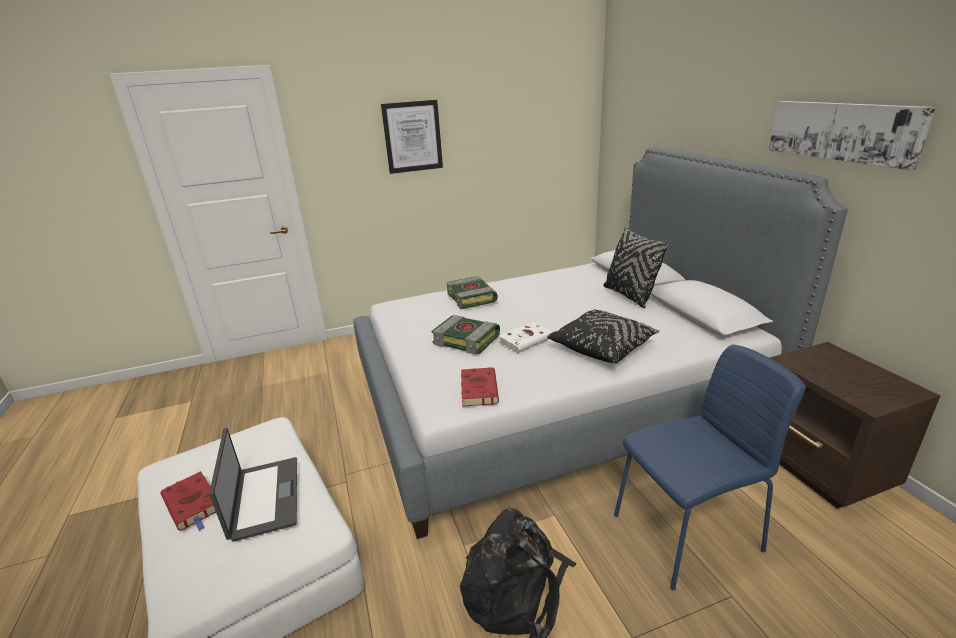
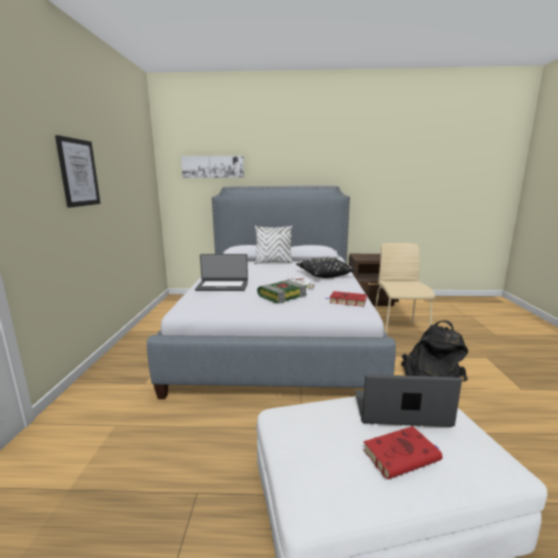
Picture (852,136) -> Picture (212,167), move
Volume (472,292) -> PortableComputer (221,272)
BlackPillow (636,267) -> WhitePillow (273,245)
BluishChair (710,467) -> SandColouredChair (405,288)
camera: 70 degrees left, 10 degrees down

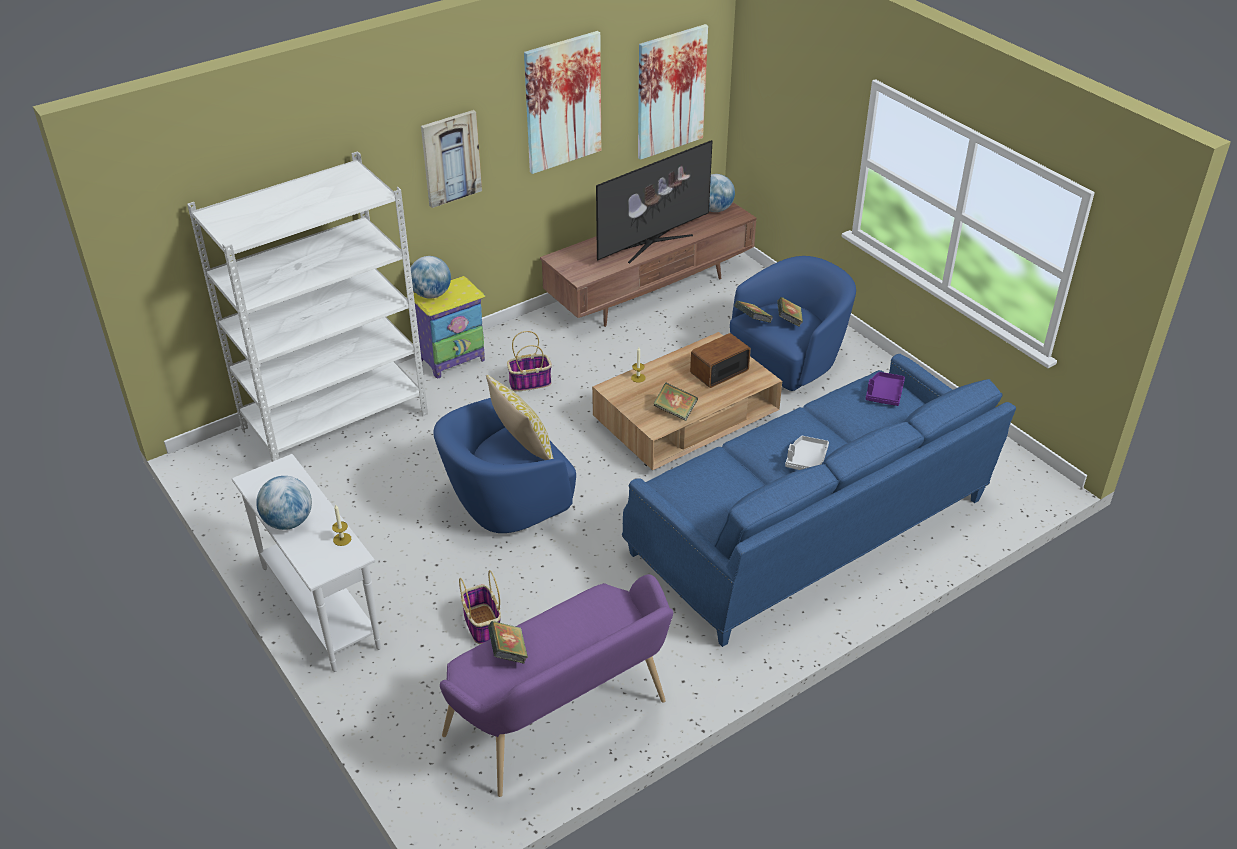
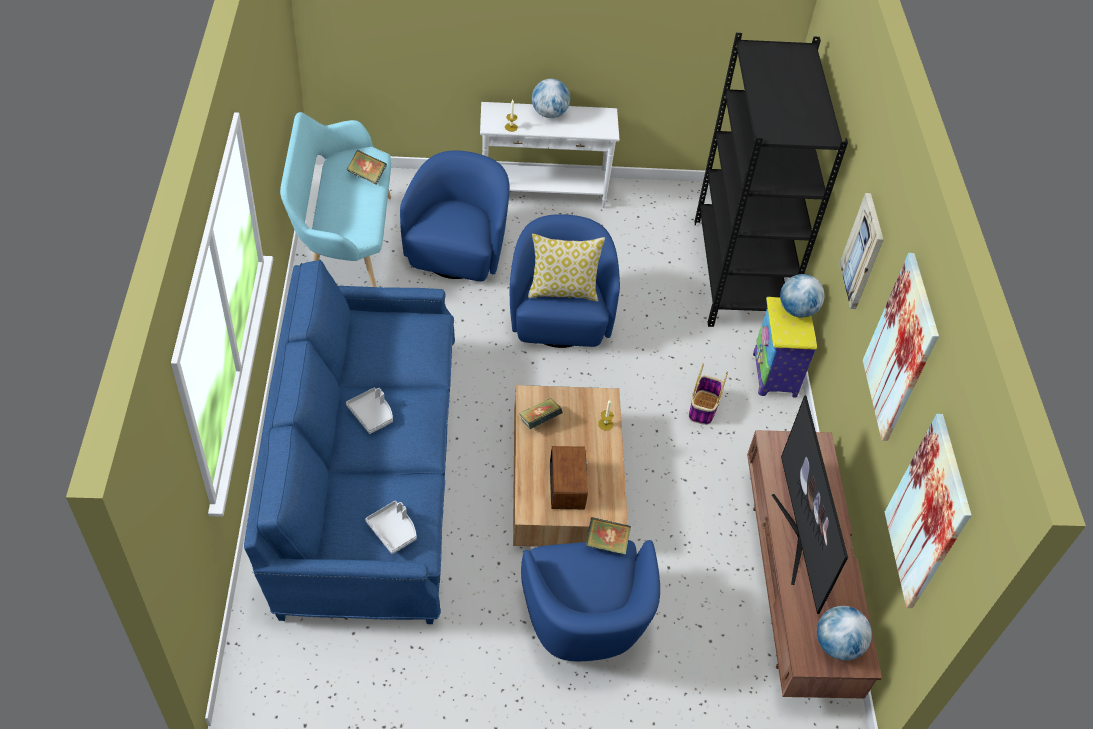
Volume (790,312) -> none
HouseholdBasket (480,607) -> BluishEasyChair (455,215)
WhiteBookshelf (307,306) -> BlackBookshelf (771,180)
PurpleLongSeat (556,685) -> TurquoiseColouredLongSeat (335,199)
PurpleCarryingTray (885,389) -> GrayCarryingTray (391,527)
camera: 120 degrees right, 10 degrees up

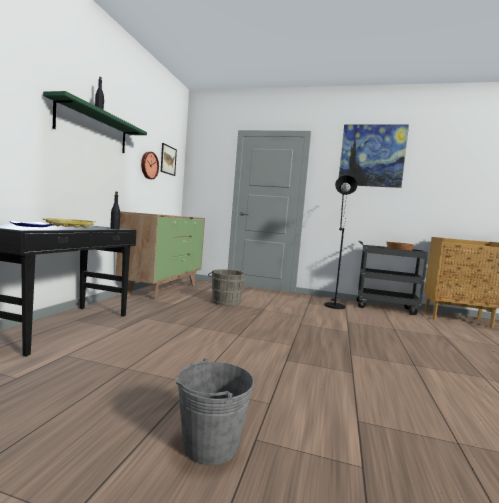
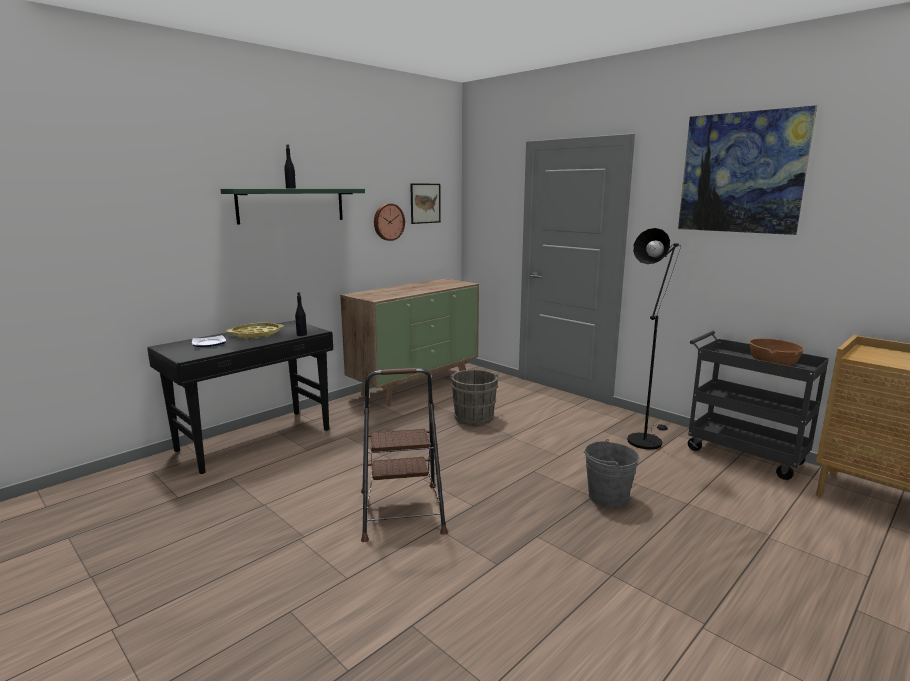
none -> BrownishStepladder (404,455)
GrayPail (215,411) -> GrayPail (612,473), move
camera: 30 degrees right, 10 degrees up

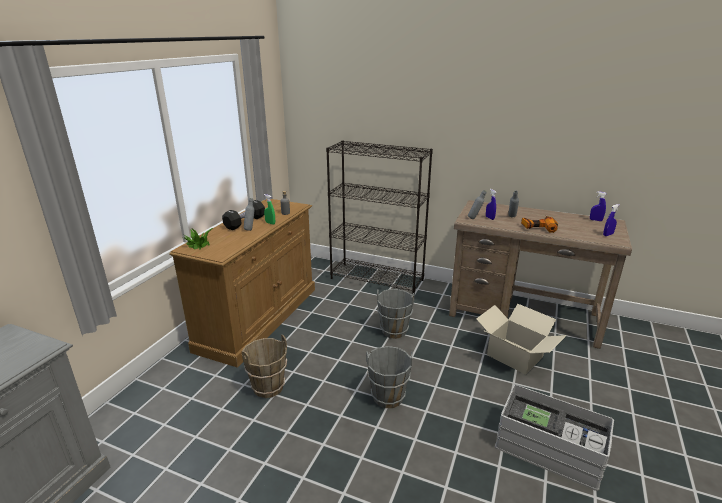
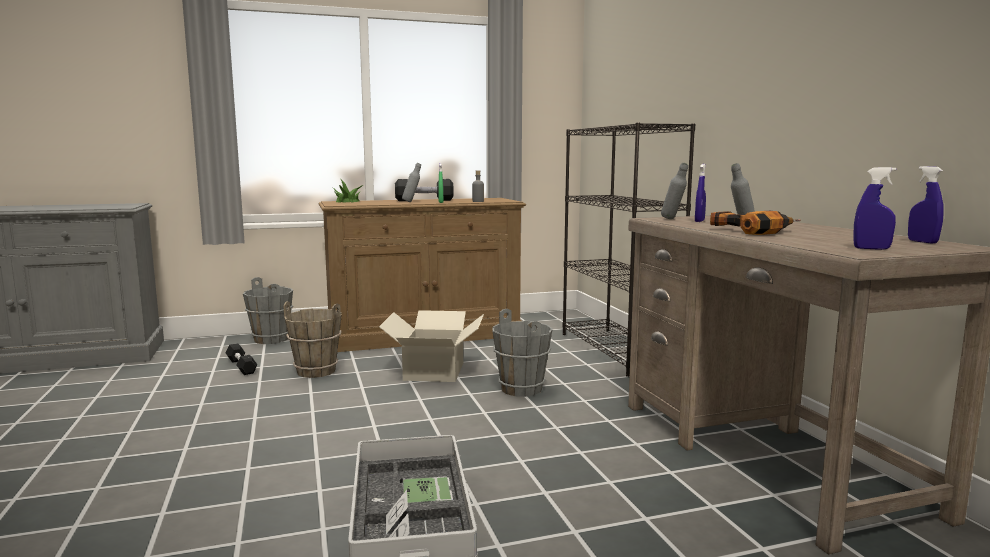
none -> BlackDumbbell (241,359)
GrayPail (389,377) -> GrayPail (268,310), move
PackingBox (521,339) -> PackingBox (431,346), move
camera: 50 degrees right, 15 degrees down

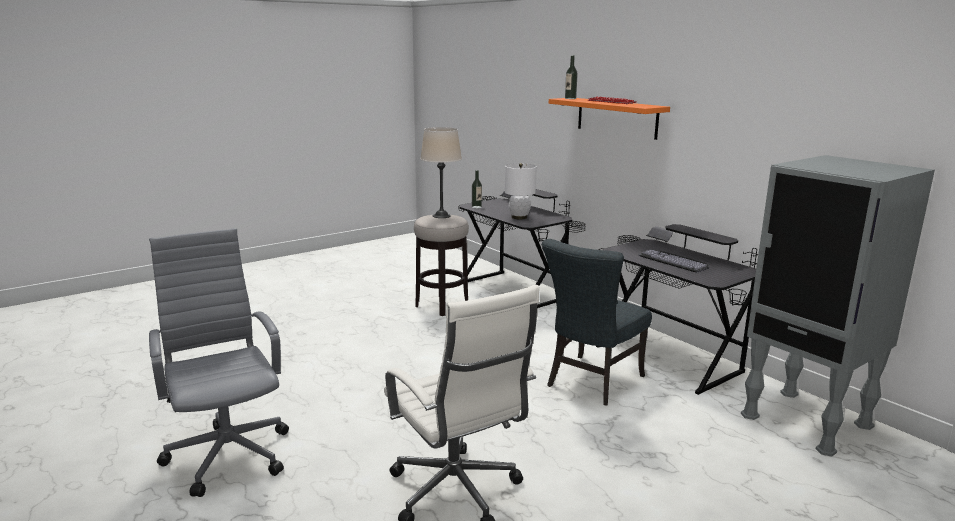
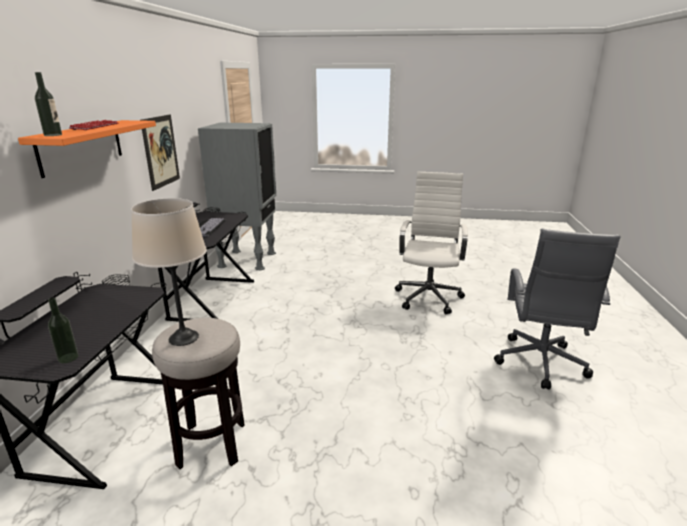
WhiteTabletopLamp (521,191) -> none
GrayChair (596,322) -> none
none -> Picture (160,153)
camera: 135 degrees left, 5 degrees up

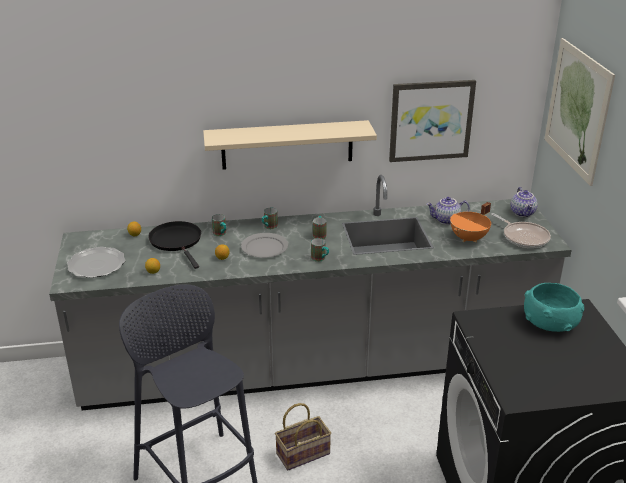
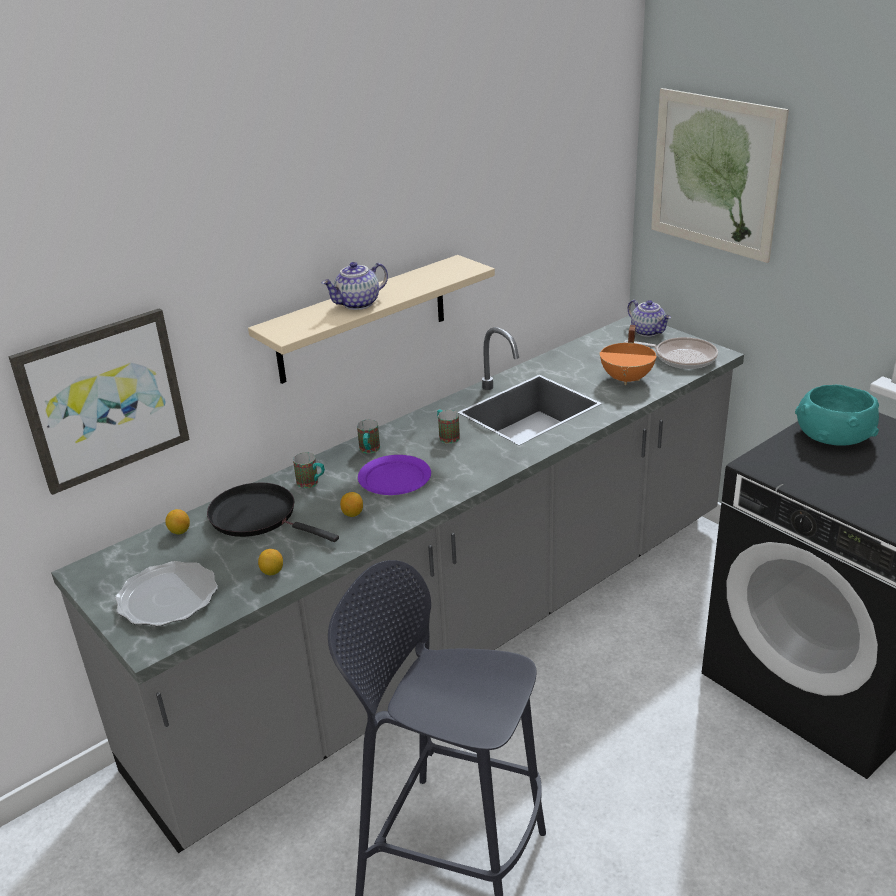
HouseholdBasket (303,437) -> none
CoffeeMug (320,250) -> none
Picture (432,121) -> Picture (99,401), move
Teapot (448,211) -> Teapot (355,286), move
GrayDinnerPlate (264,245) -> PurpleDinnerPlate (394,475)
camera: 30 degrees left, 0 degrees up

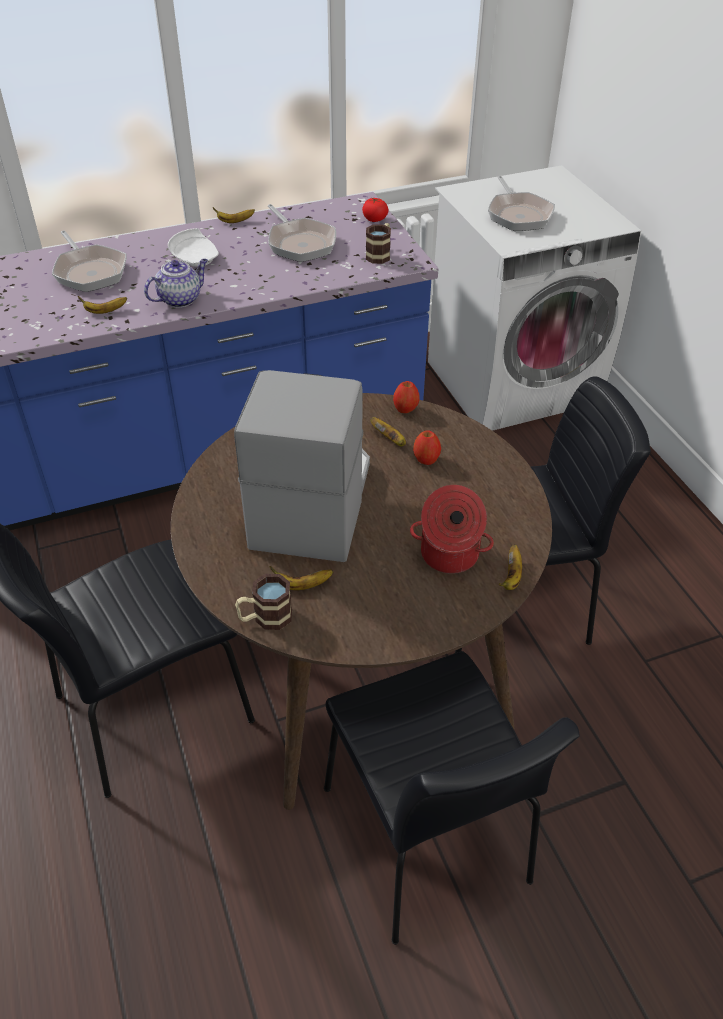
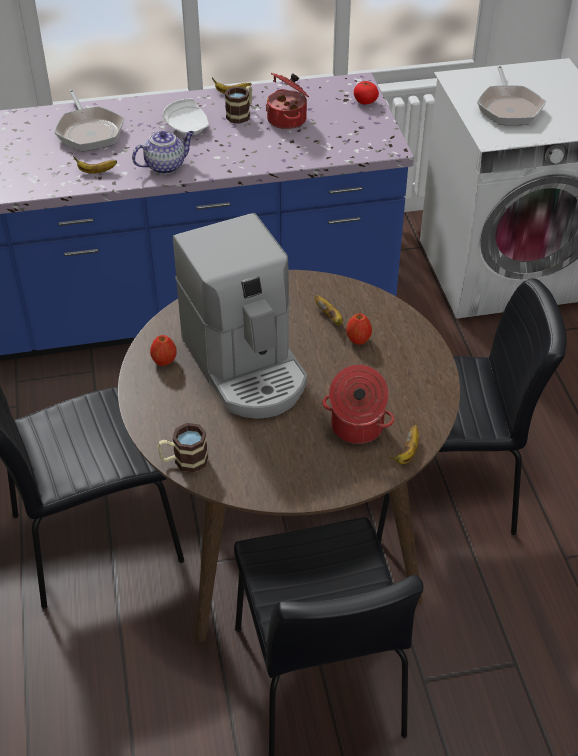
BananaFruit (301,578) -> none
CoffeeMug (378,243) -> CoffeeMug (238,105), move
Apple (406,397) -> Apple (163,350), move
Skillet (302,233) -> CookingPot (287,101)
CoffeeBrewer (302,466) -> CoffeeBrewer (240,316), 135 degrees clockwise
camera: 10 degrees right, 0 degrees up

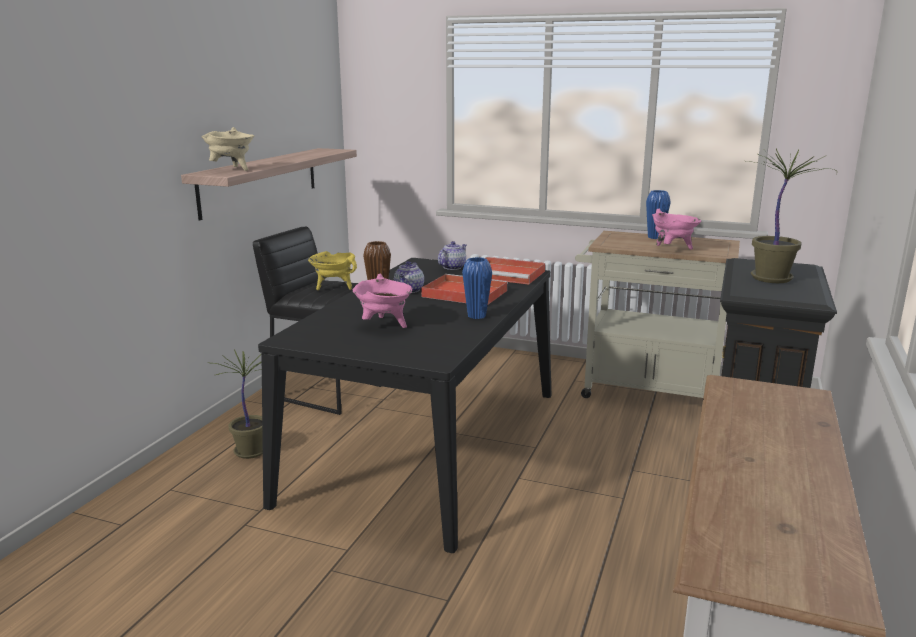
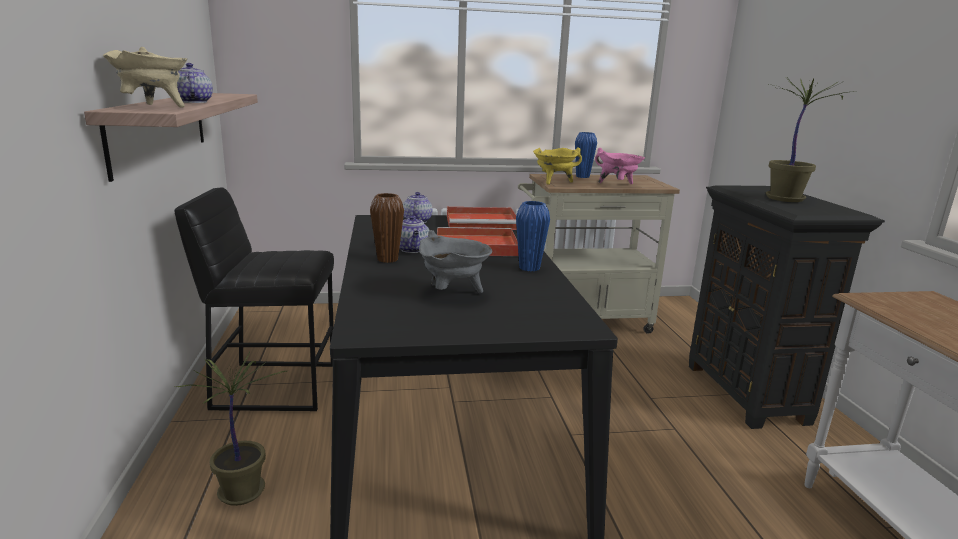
none -> Teapot (195,83)
YellowColouredCookingPot (332,270) -> YellowColouredCookingPot (557,166), move
PinkishCookingPot (382,301) -> GrayCookingPot (455,261)
camera: 30 degrees left, 0 degrees up

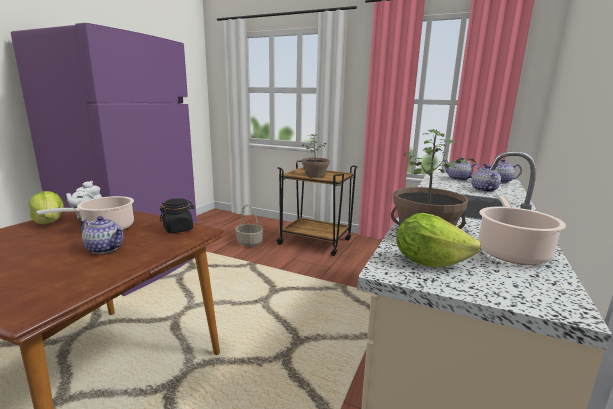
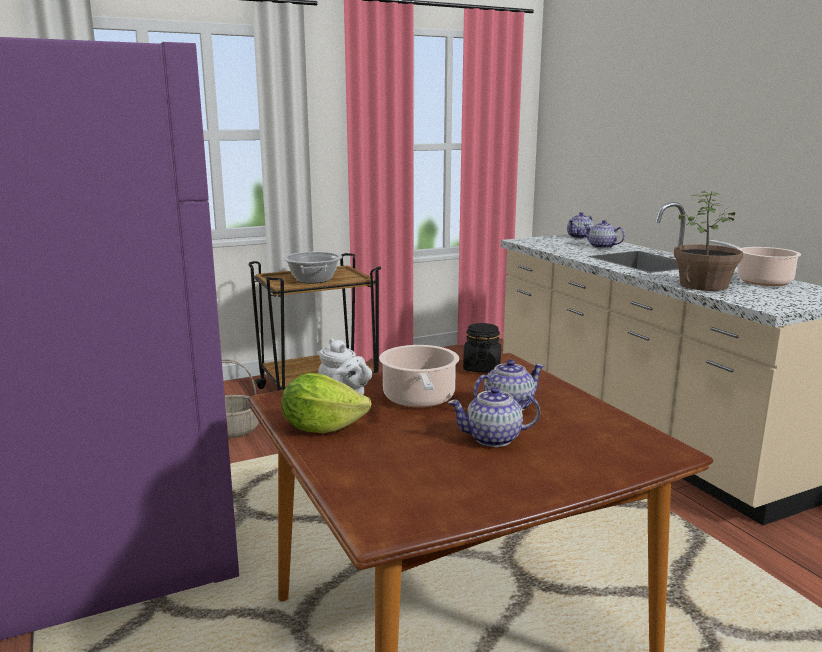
Lettuce (438,240) -> none
Teapot (461,169) -> Teapot (494,417), move
PottedPlant (316,156) -> CookingPot (312,268)
camera: 50 degrees left, 0 degrees up

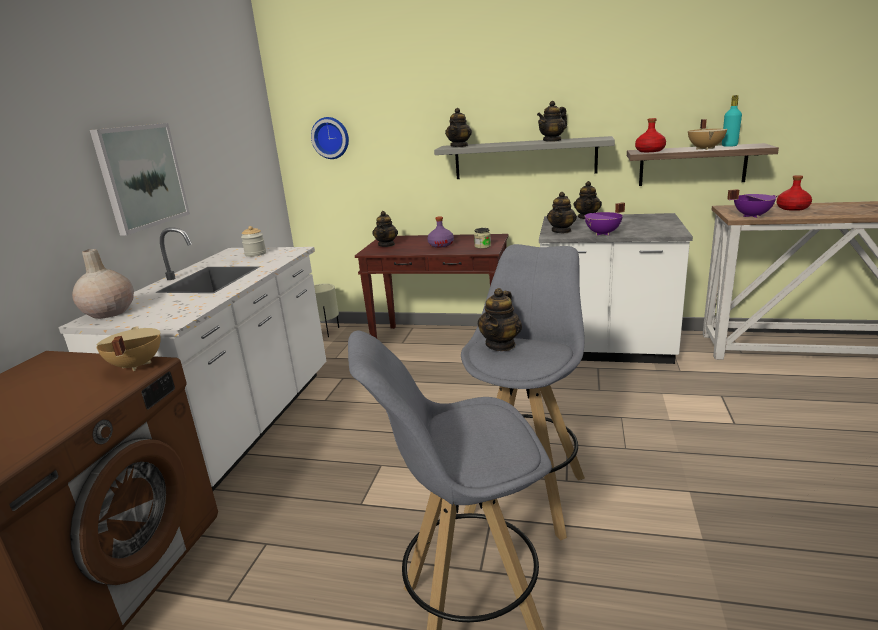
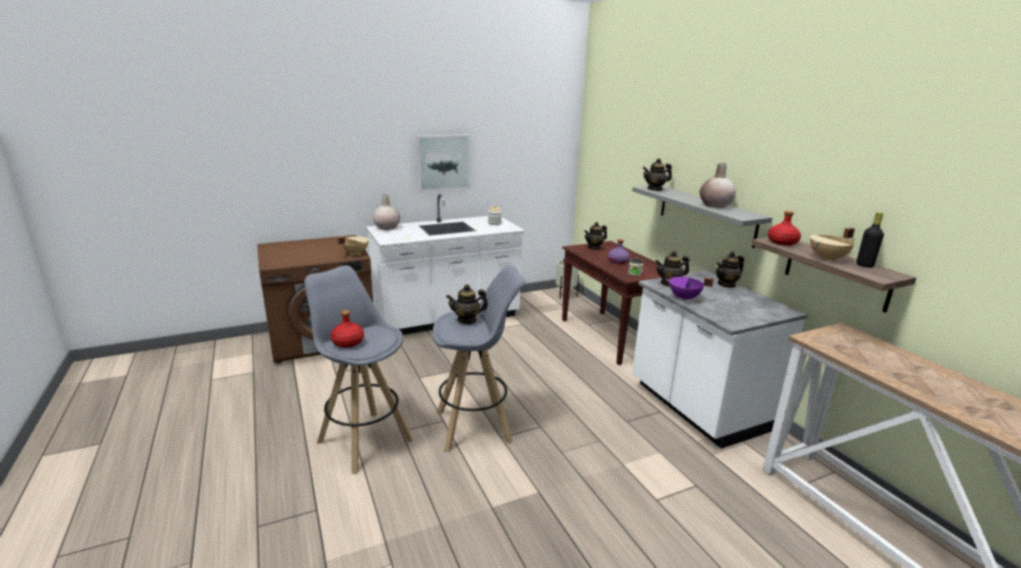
ClockOnTheWall (330,138) -> none
PurpleCookingPot (752,203) -> none
RedColouredDrinkBottle (794,193) -> RedColouredDrinkBottle (347,329), move
Teapot (552,121) -> SandColouredDecorativeVase (718,185)
TurquoiseColouredDrinkBottle (732,121) -> BlackDrinkBottle (870,240)
camera: 50 degrees right, 0 degrees up

